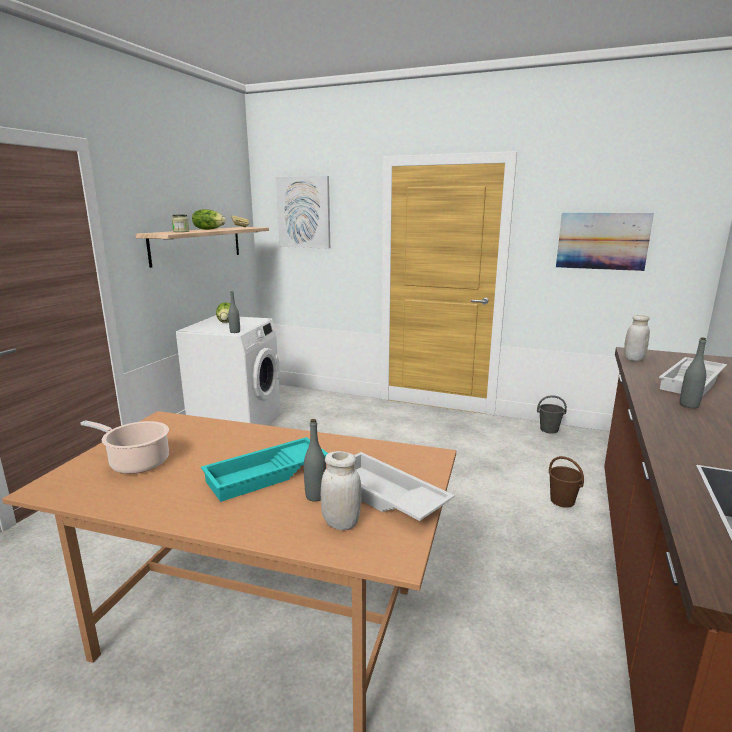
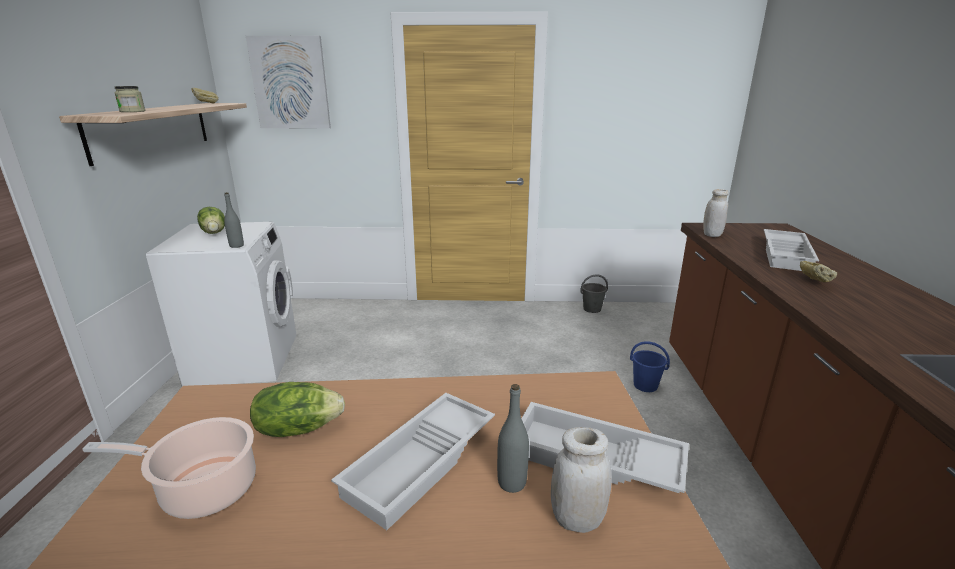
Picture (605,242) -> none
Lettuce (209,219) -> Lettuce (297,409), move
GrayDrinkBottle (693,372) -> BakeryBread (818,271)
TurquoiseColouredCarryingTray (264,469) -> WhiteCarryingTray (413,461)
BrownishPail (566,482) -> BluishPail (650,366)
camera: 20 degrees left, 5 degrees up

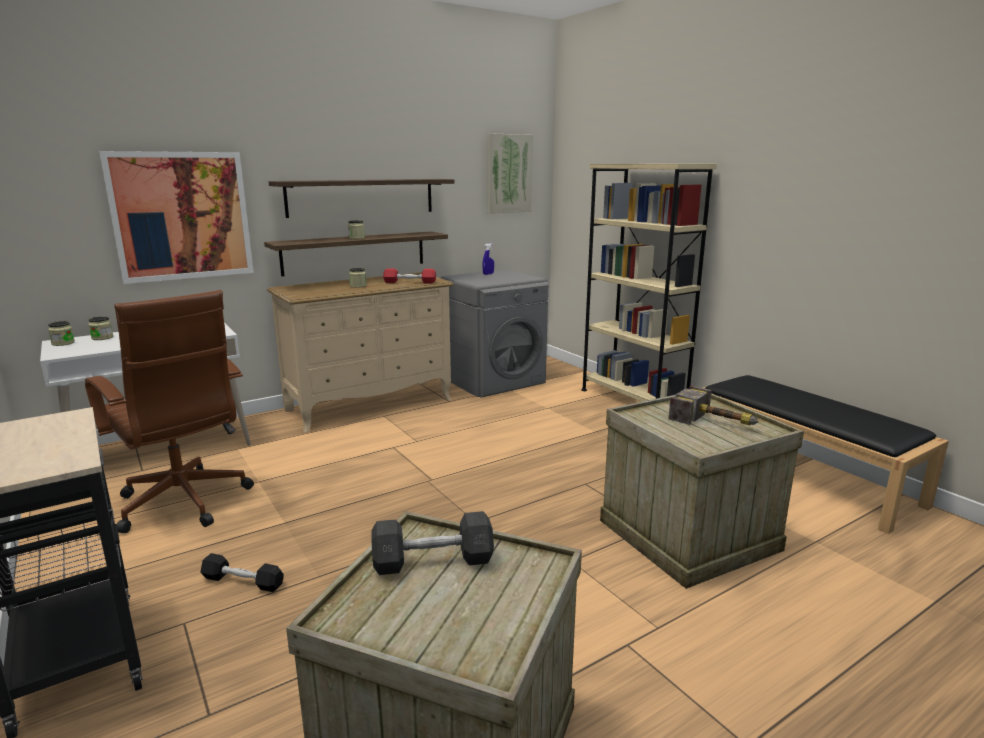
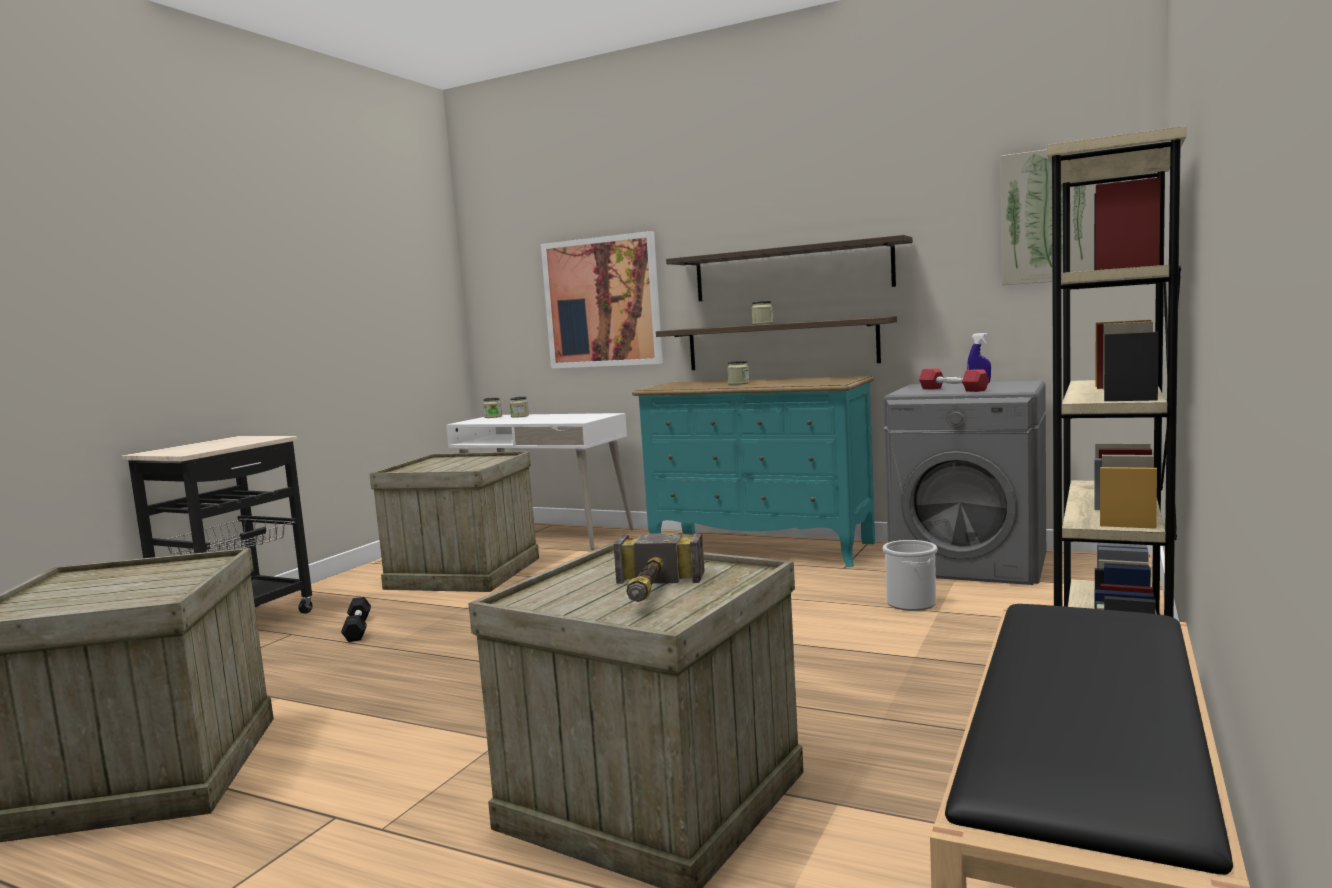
GrayDumbbell (432,543) -> none
none -> Pail (910,575)
RedColouredDumbbell (409,276) -> RedColouredDumbbell (954,380), move
BrownishDeskChair (169,411) -> Crate (454,521)
SandColouredDrawerChest (360,352) -> TurquoiseColouredDrawerChest (753,471)
camera: 60 degrees right, 10 degrees down

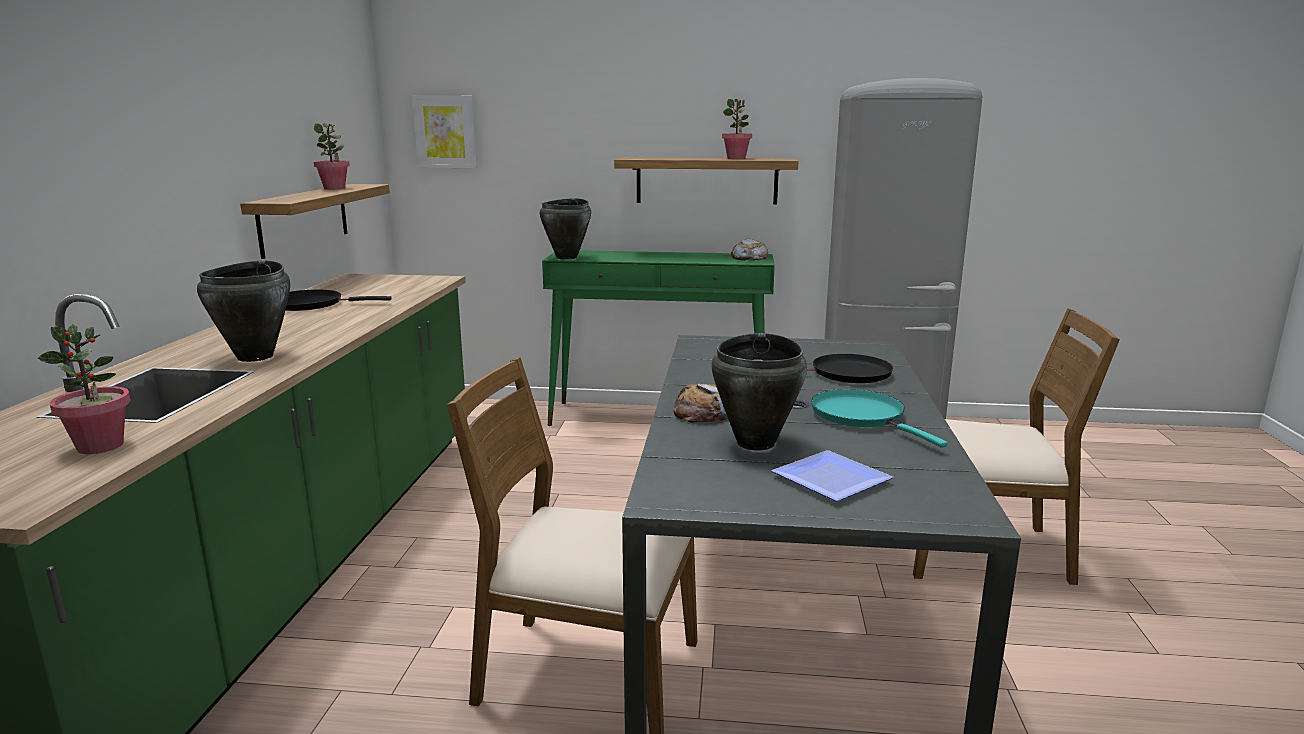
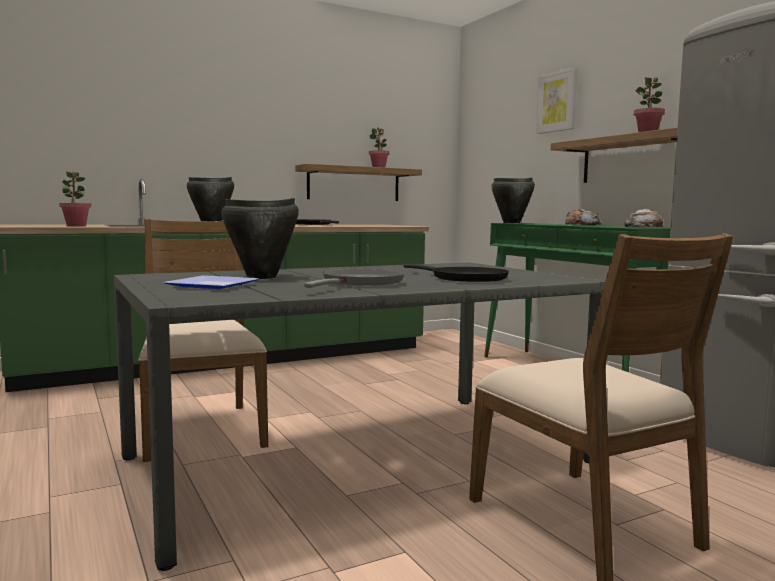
Picture (444,132) -> Picture (556,100), move
BakeryBread (700,402) -> BakeryBread (583,217), move
TurquoiseColouredSkillet (879,418) -> GraySkillet (354,278)
camera: 55 degrees right, 10 degrees down

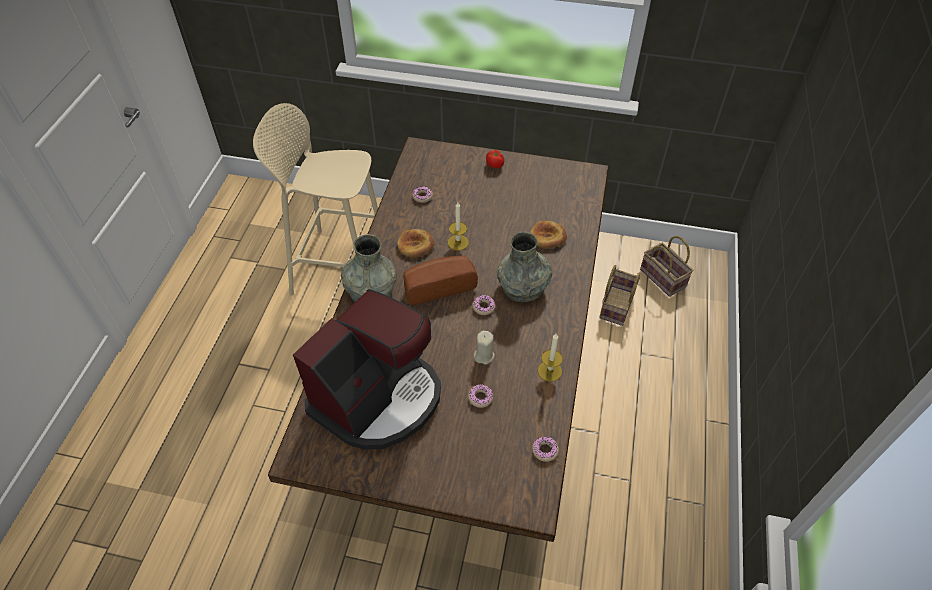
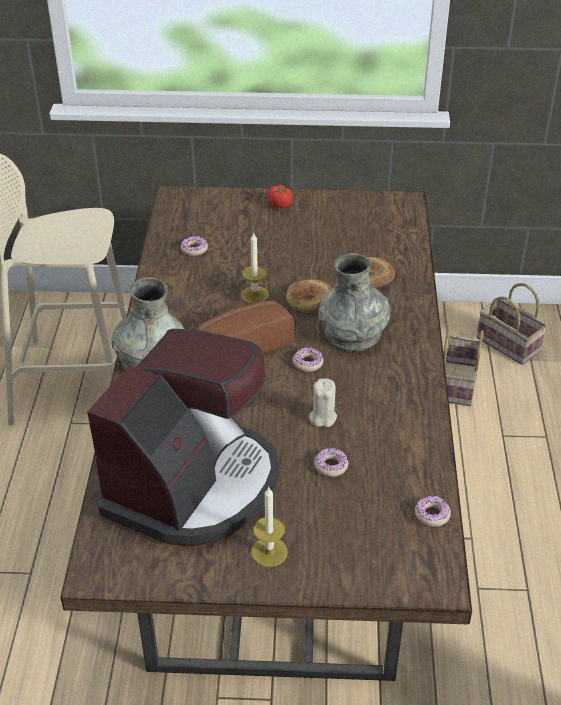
BakeryBread (416,243) -> BakeryBread (309,296), move
Candle (550,358) -> Candle (269,527), move
camera: 10 degrees left, 10 degrees down

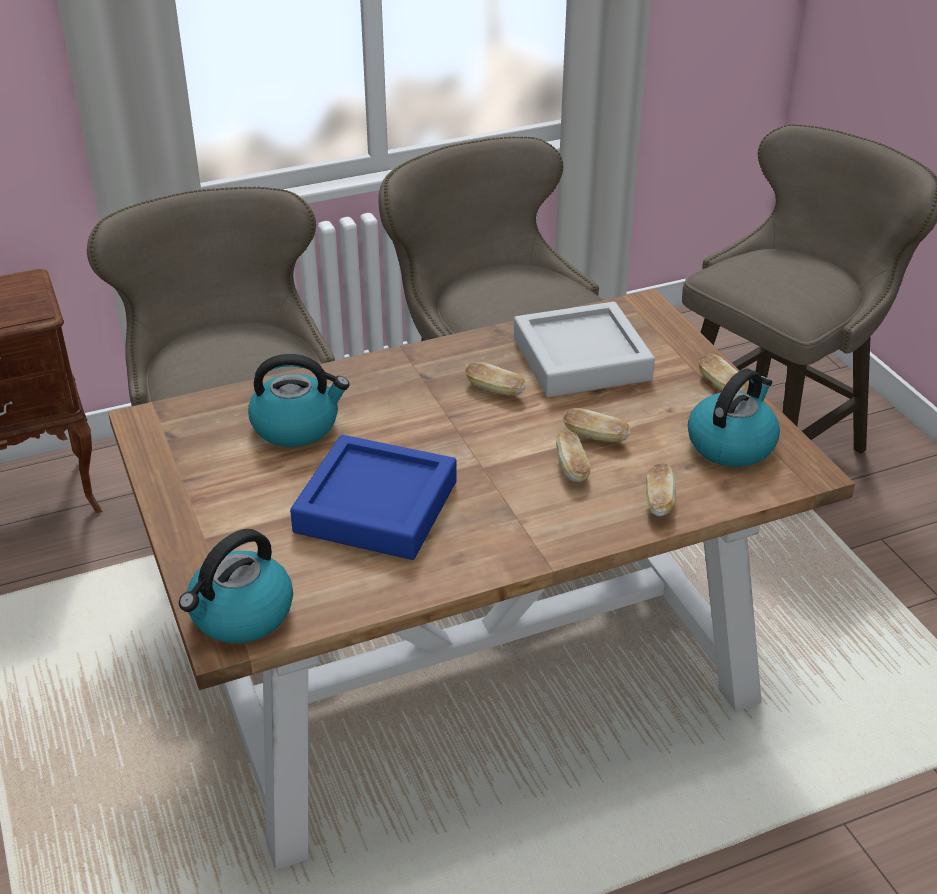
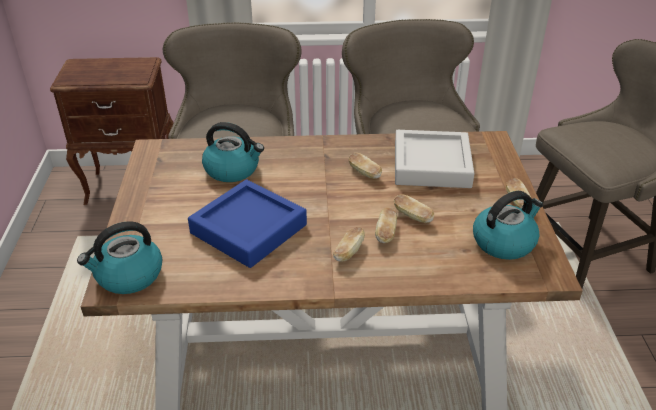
BakeryBread (661,489) -> BakeryBread (349,244), move
camera: 20 degrees right, 0 degrees up

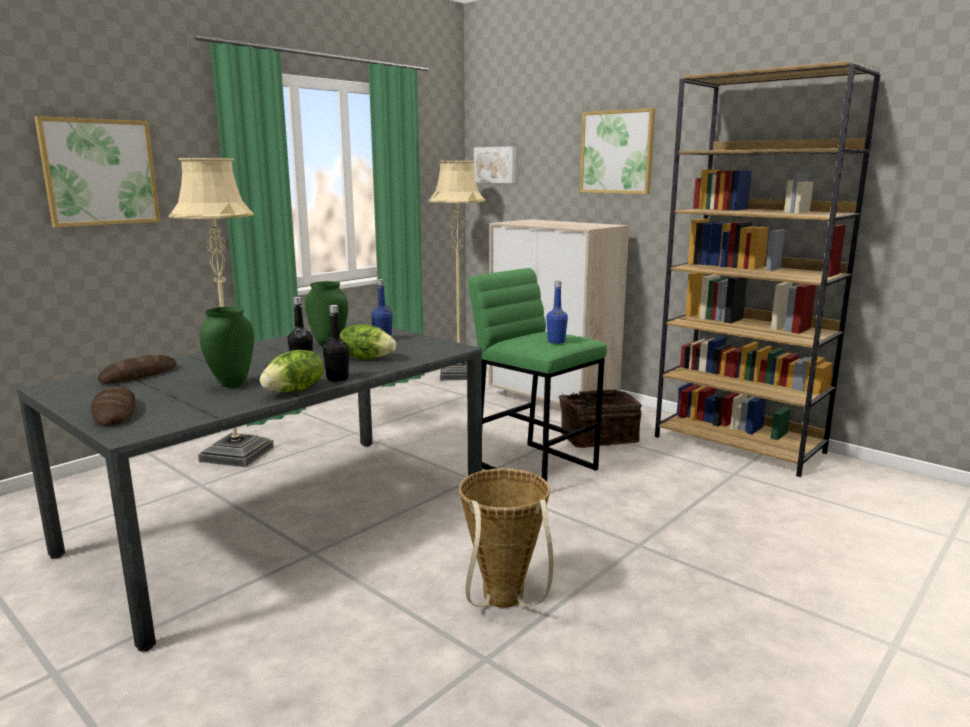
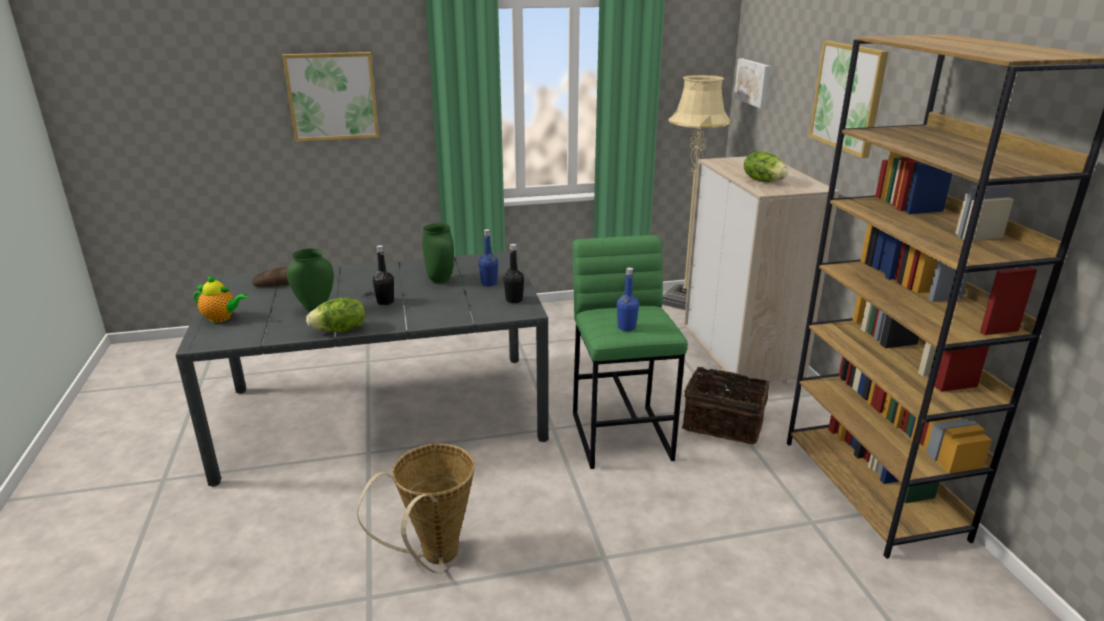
SandColouredStandardLamp (221,312) -> none
BlackDrinkBottle (336,343) -> BlackDrinkBottle (513,273), move
Lettuce (368,341) -> Lettuce (766,167), move
BakeryBread (113,406) -> Teapot (221,299)
camera: 35 degrees right, 10 degrees up

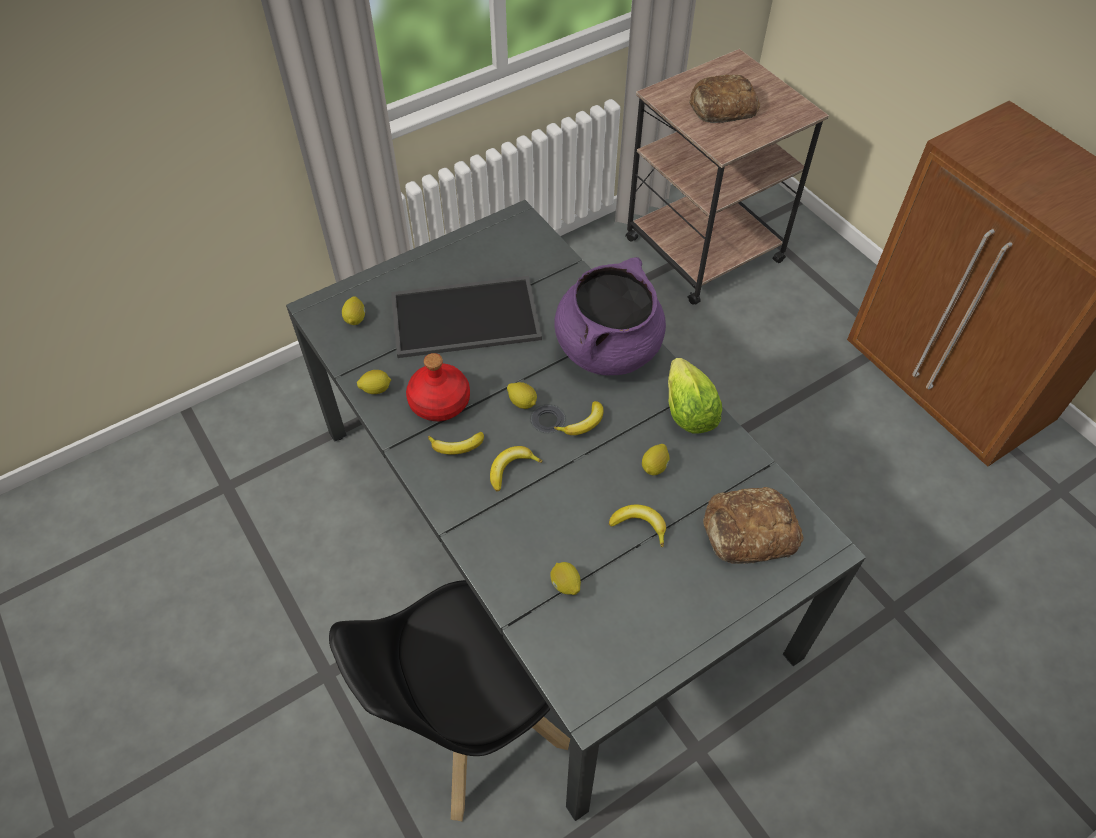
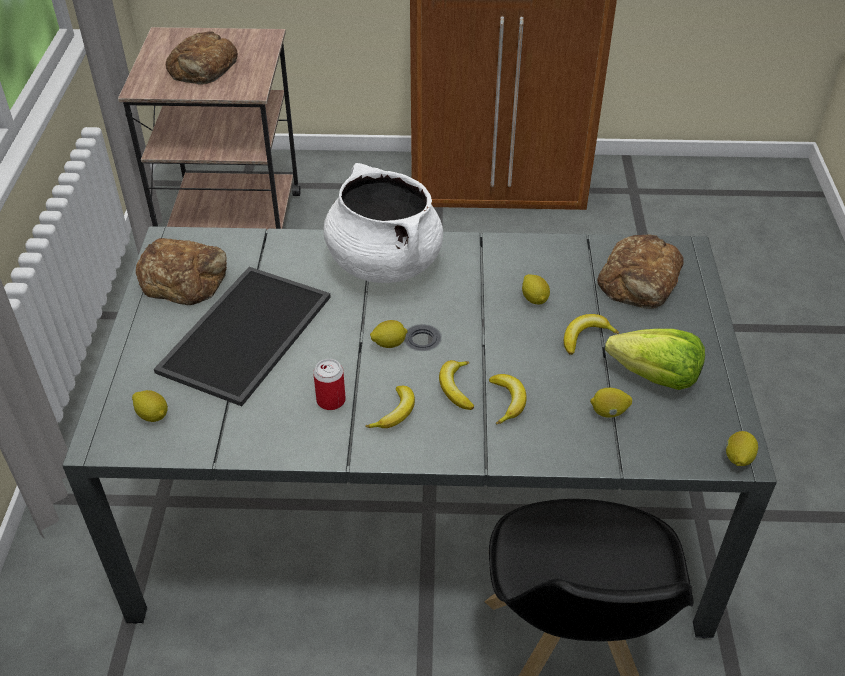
none -> BakeryBread (181,271)
CitrusFruit (374,382) -> CitrusFruit (742,448), move
BananaFruit (578,418) -> BananaFruit (508,399), move
Lettuce (695,396) -> Lettuce (655,359), move
RedColouredDrinkBottle (438,387) -> Can (329,384)
PurpleCookingPot (610,316) -> WhiteCookingPot (383,223)
camera: 55 degrees left, 10 degrees down

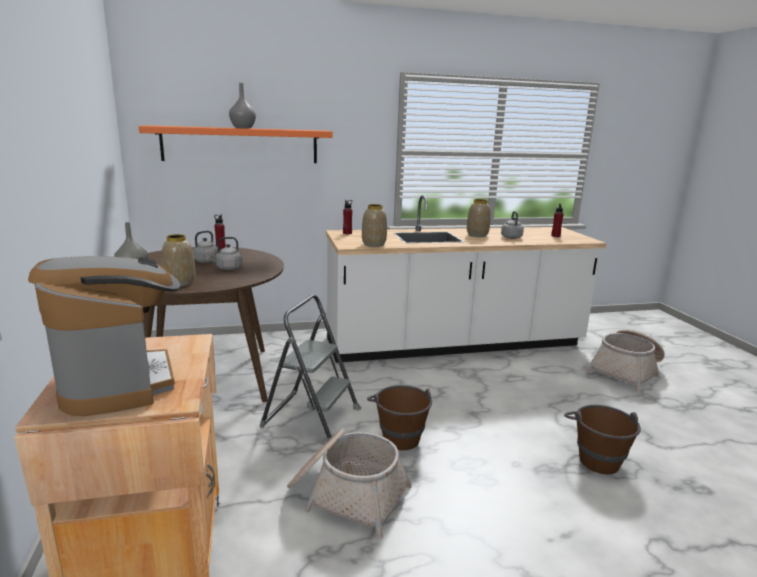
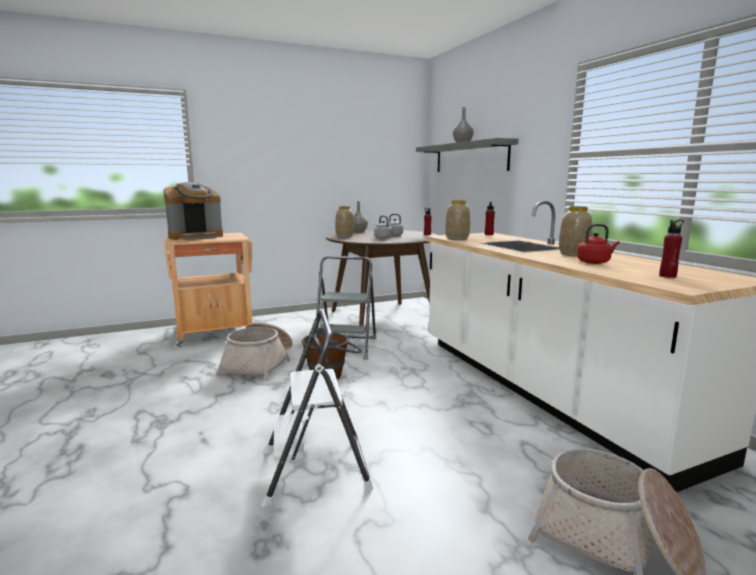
BrownishPail (602,439) -> WhiteStepladder (317,408)
OrangeColouredWallShelf (235,144) -> GrayWallShelf (467,155)
GrayWaterKettle (512,225) -> RedColouredWaterKettle (598,244)
camera: 80 degrees right, 5 degrees down

